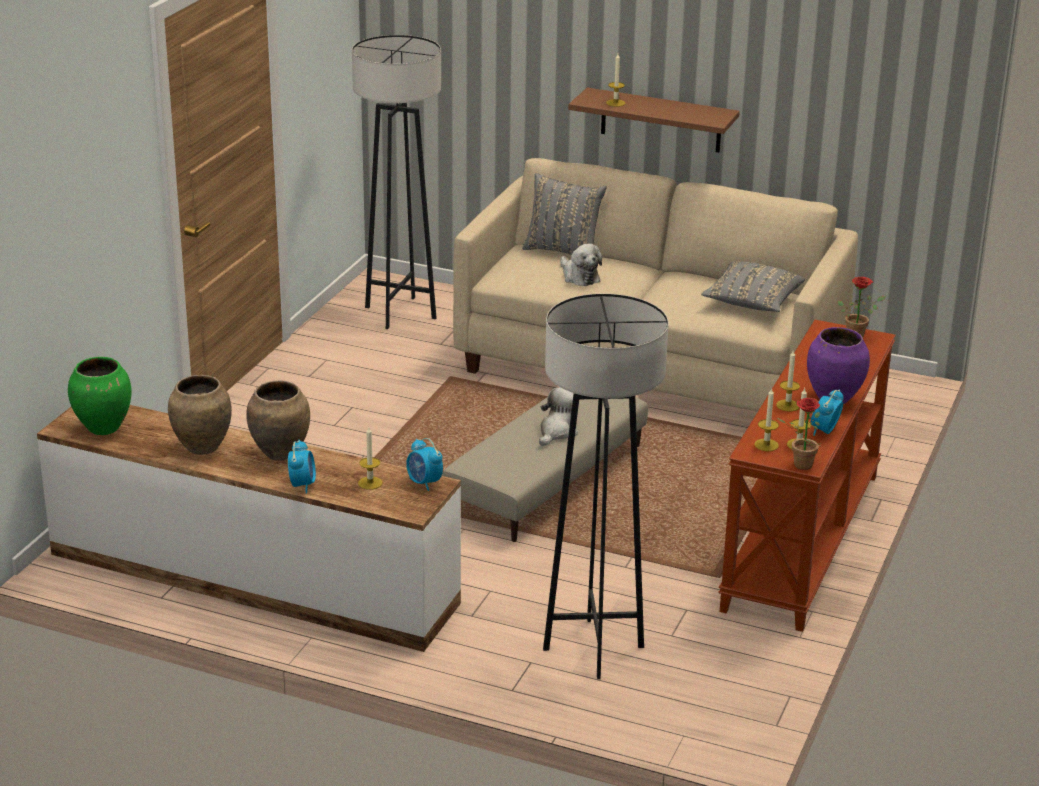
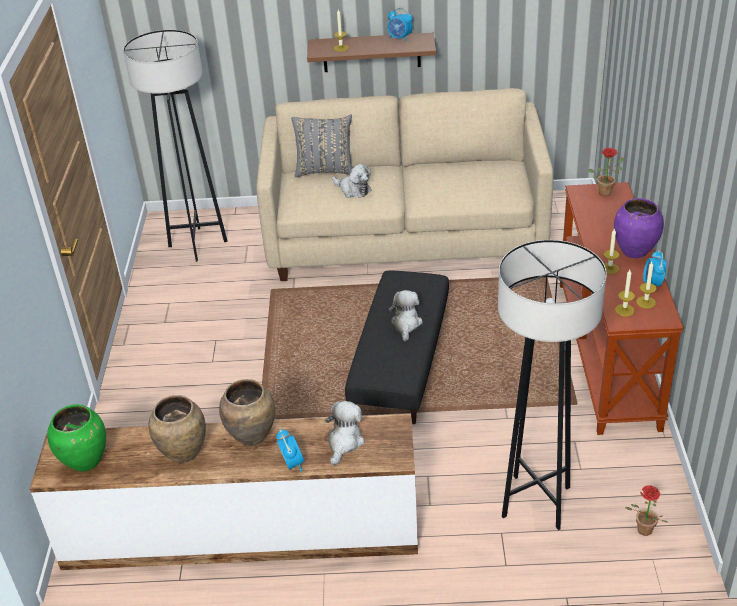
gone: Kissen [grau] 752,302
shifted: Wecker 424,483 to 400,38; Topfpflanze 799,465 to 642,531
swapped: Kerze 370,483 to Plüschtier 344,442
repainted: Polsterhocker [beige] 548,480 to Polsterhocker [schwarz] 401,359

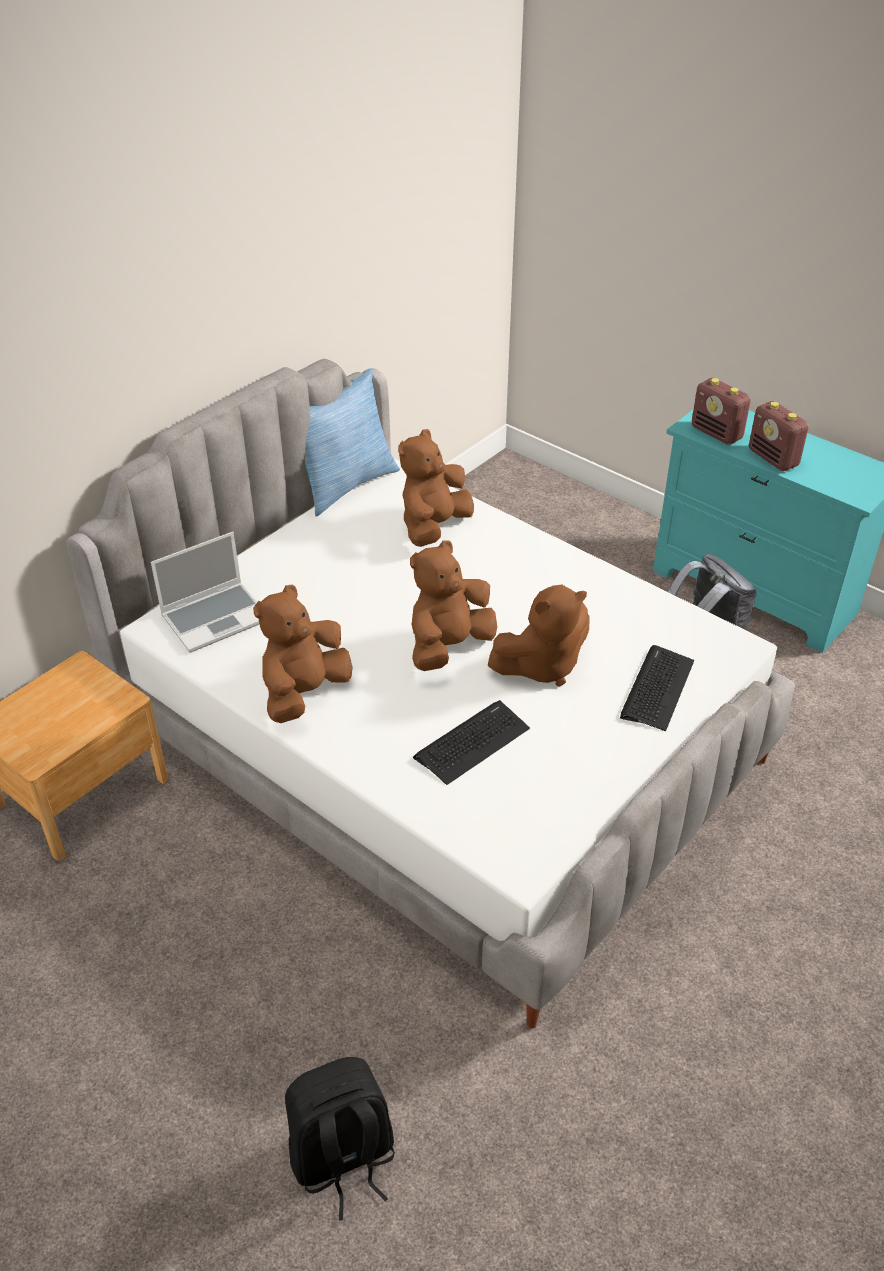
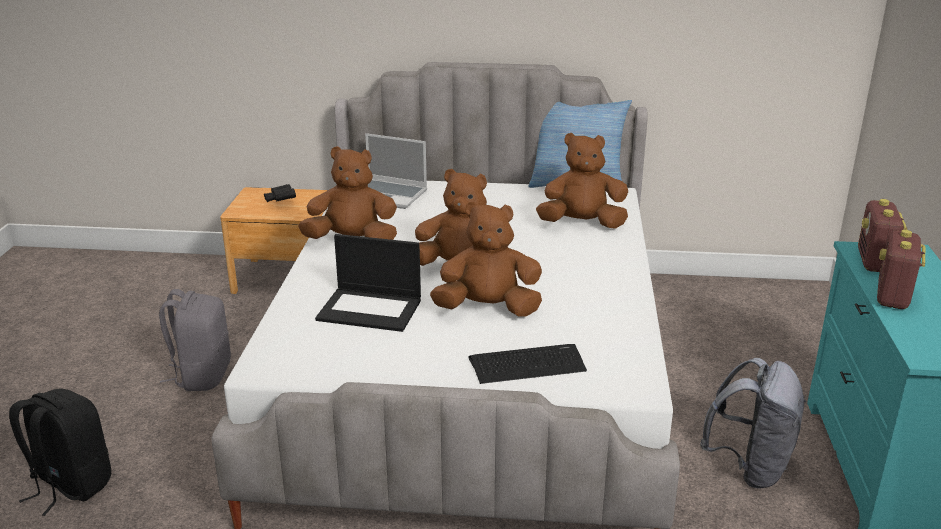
new: Rucksack [grau] 202,375; Fernglas [schwarz] 280,201
swapped: Tastatur 472,742 to Laptop 371,309
rotated: Plüschtier [braun] 542,665 = 488,309 150 degrees clockwise

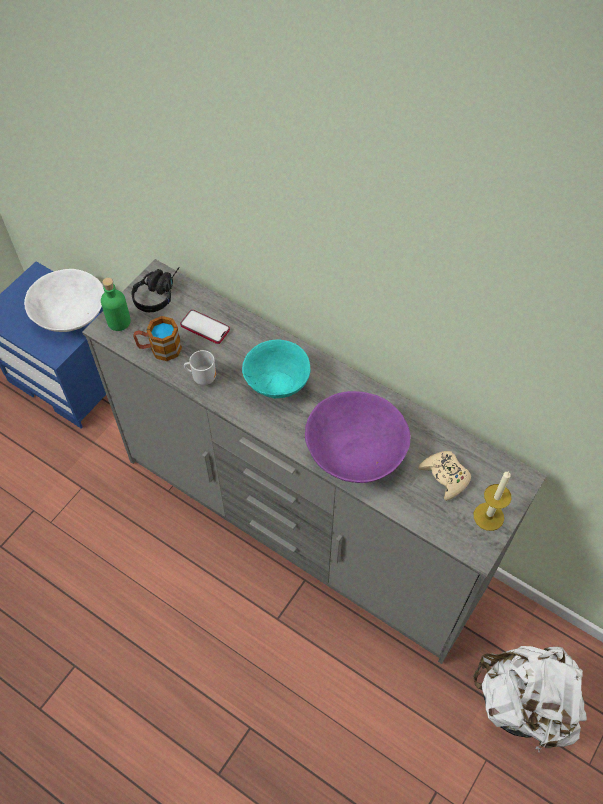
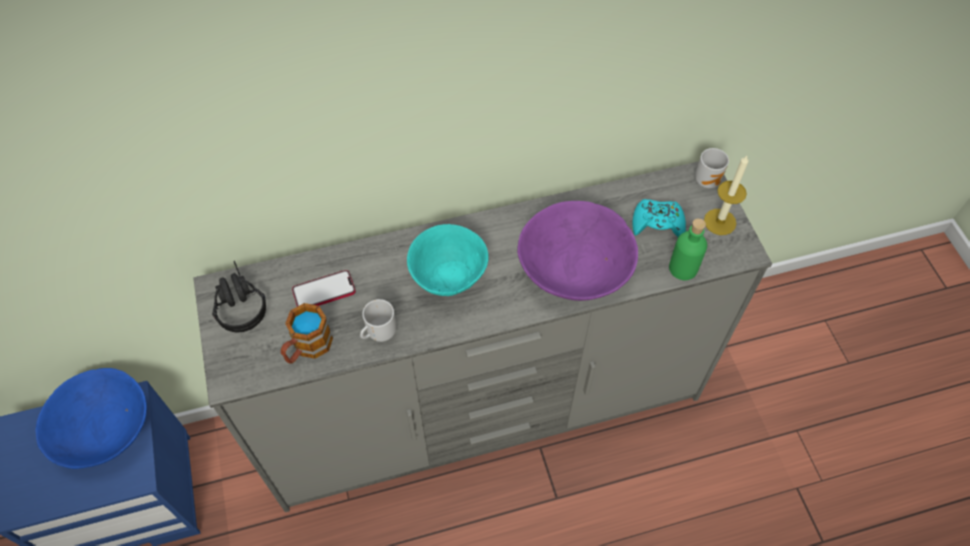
gone: Rucksack [weiß] 523,703
new: Henkelbecher 708,180
shifted: Flasche [grün] 119,321 to 683,268
repainted: Schüssel [weiß] 70,314 to Schüssel [blau] 104,429; Gamepad [beige] 445,476 to Gamepad [türkis] 657,223

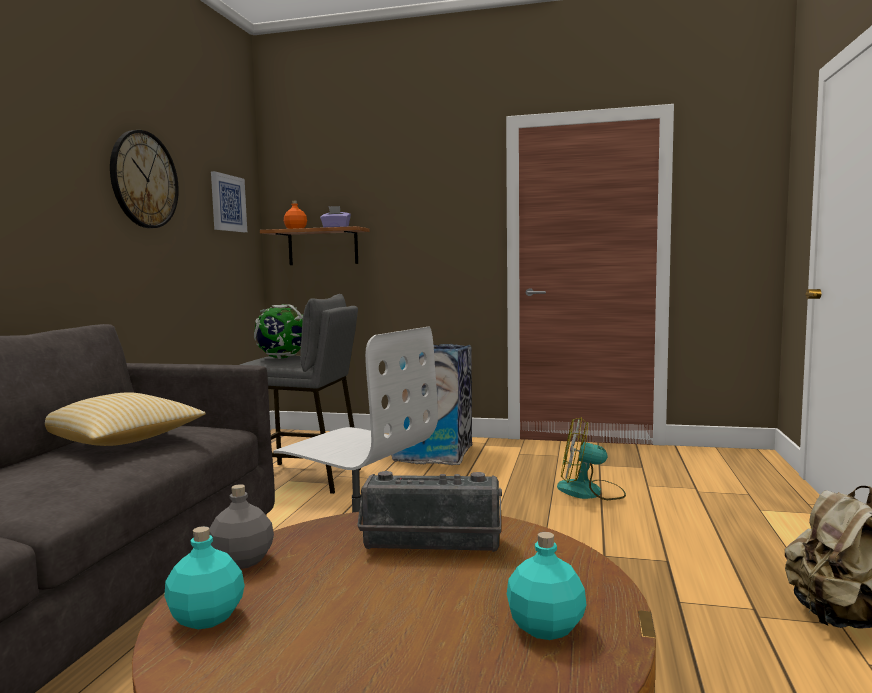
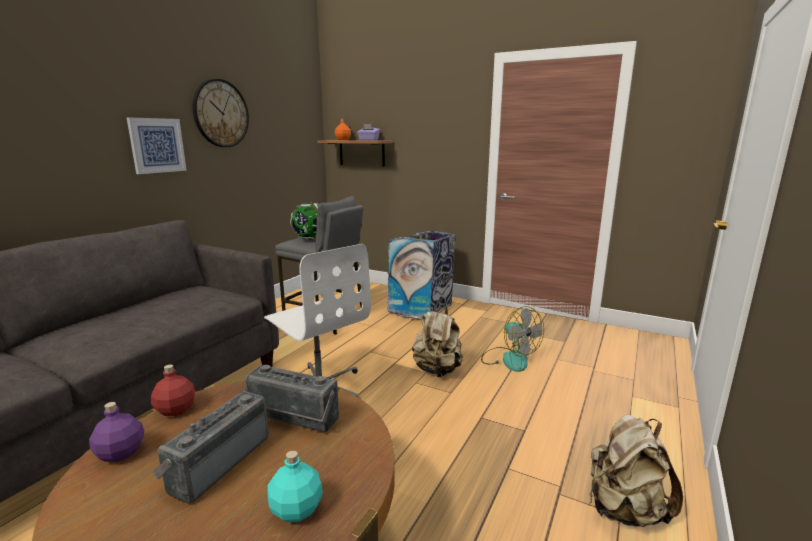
gone: Kissen 123,441
new: Radio 217,462; Rucksack [beige] 437,370
shifted: Bild 228,203 to 157,145
repainted: Flasche [türkis] 205,618 to Flasche [lila] 120,453; Flasche [grau] 243,561 to Flasche [rot] 176,409
rotated: Ventilator 590,492 = 509,359 150 degrees counterclockwise

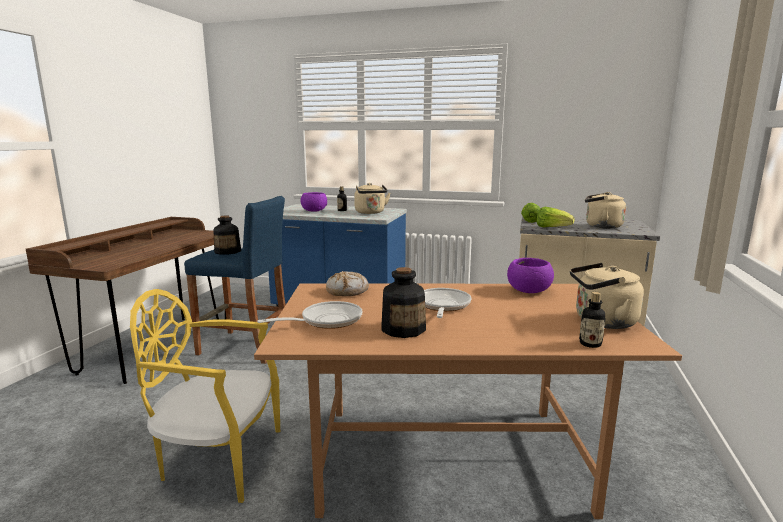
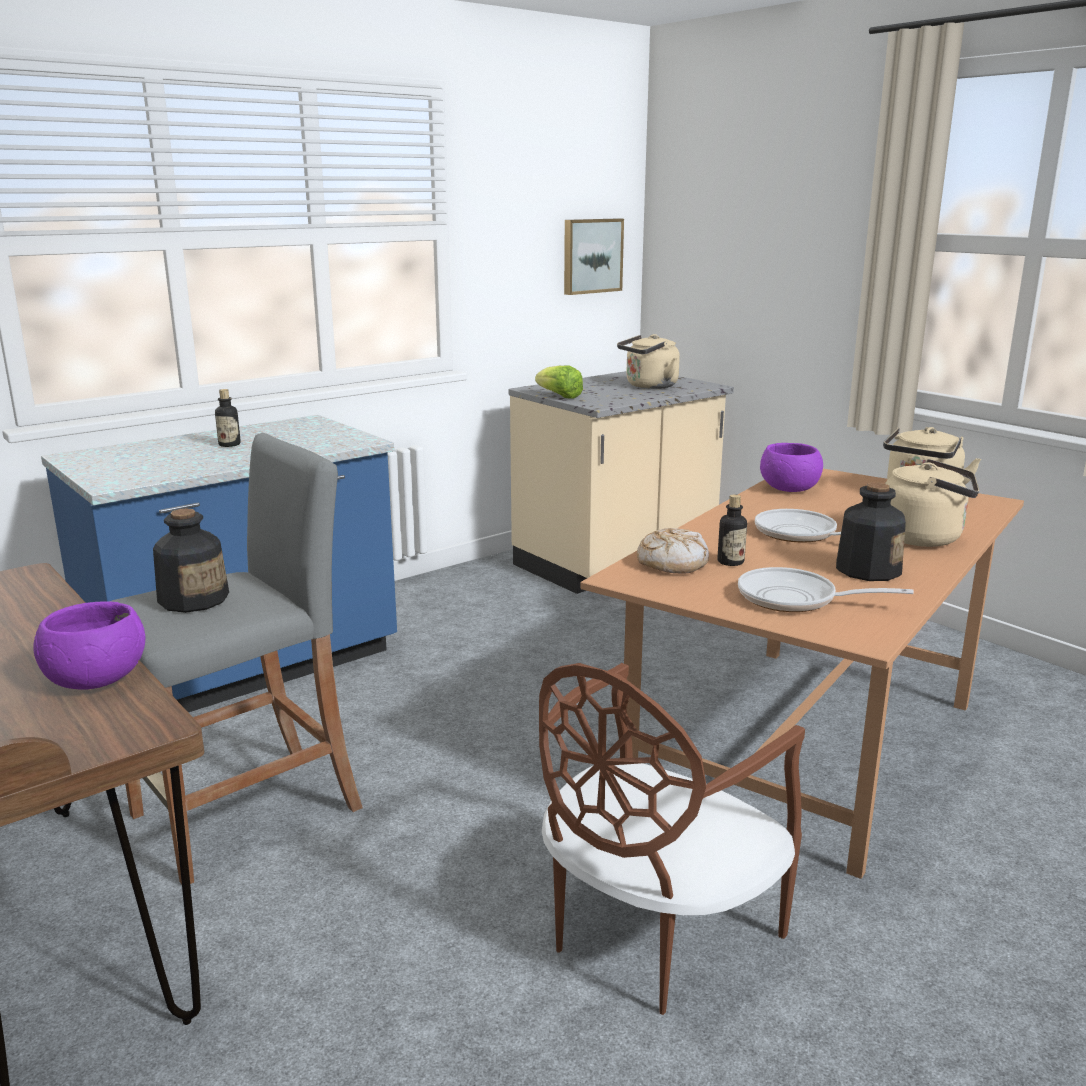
gone: Salatkopf 552,228
new: Bild 591,256
shifted: Schüssel [lila] 314,211 to 96,679; Flasche 590,344 to 730,562; Wasserkessel [beige] 370,212 to 925,538
repainted: Hocker [blau] 245,347 to Hocker [grau] 247,813; Stuhl [gelb] 219,459 to Stuhl [braun] 653,935
rotated: Pfanne 326,321 = 795,599 75 degrees counterclockwise

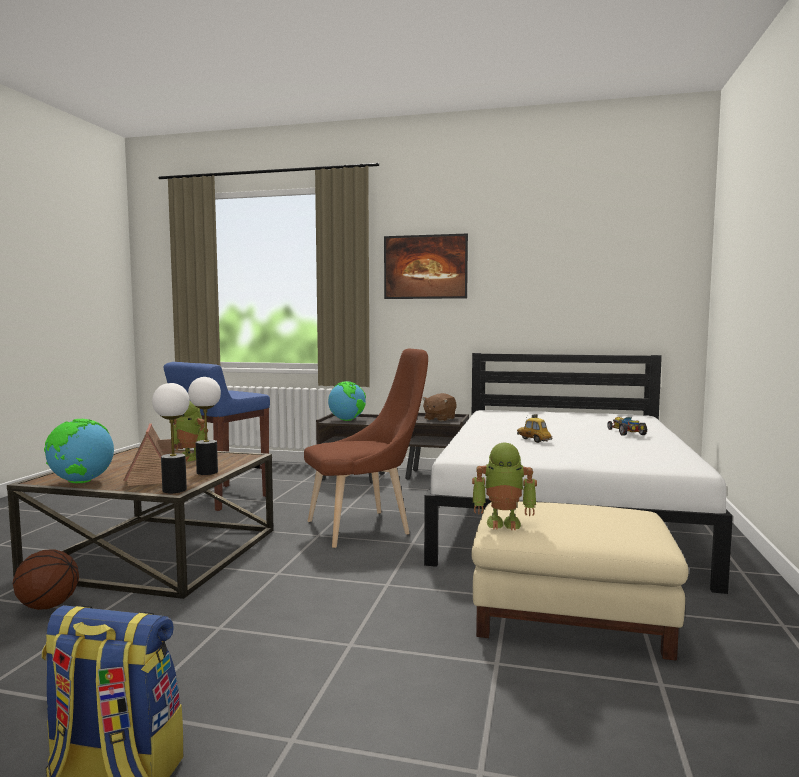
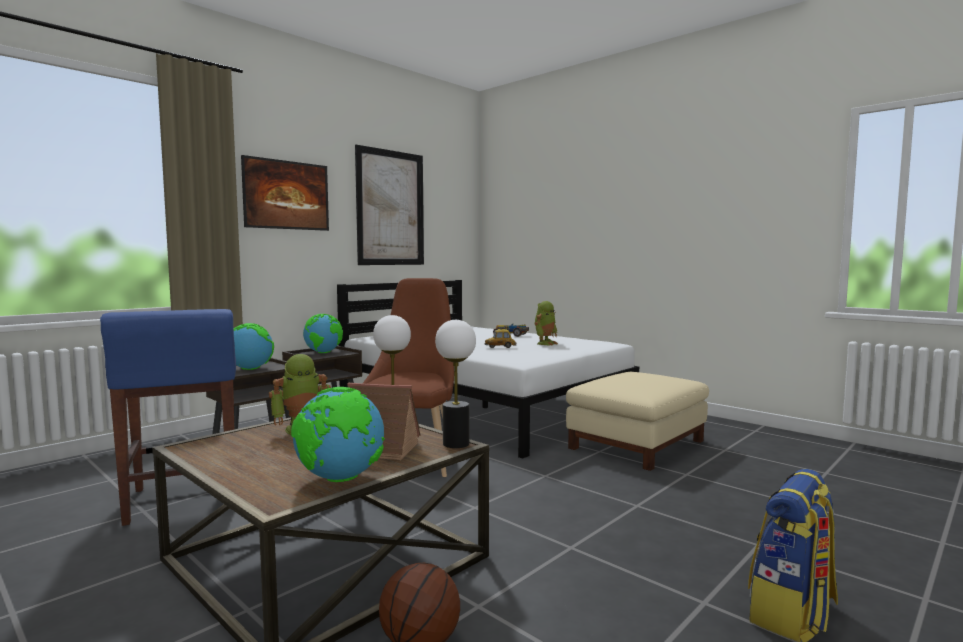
new: Bild 391,208
shifted: Spielzeugroboter 504,522 to 545,343
swapped: Plüschtier [braun] 439,419 to Globus 324,353

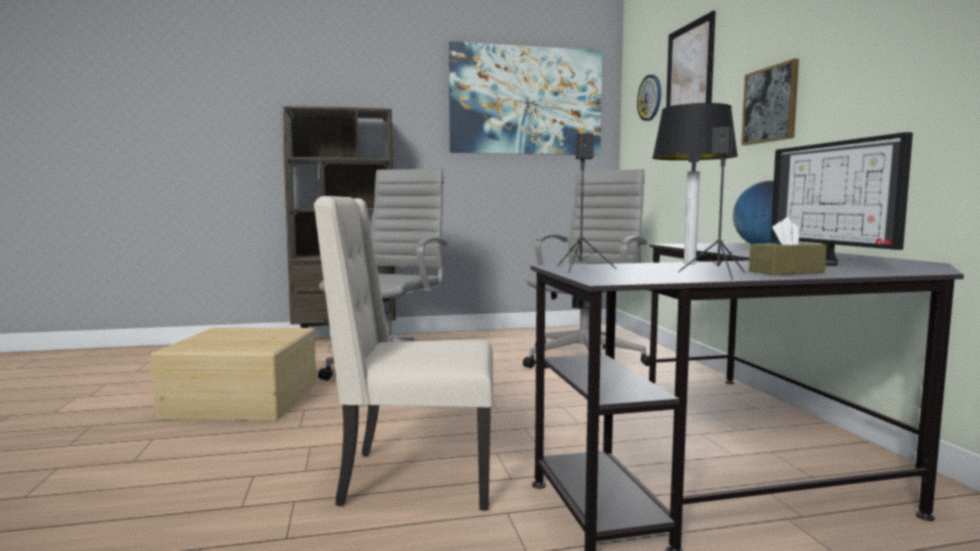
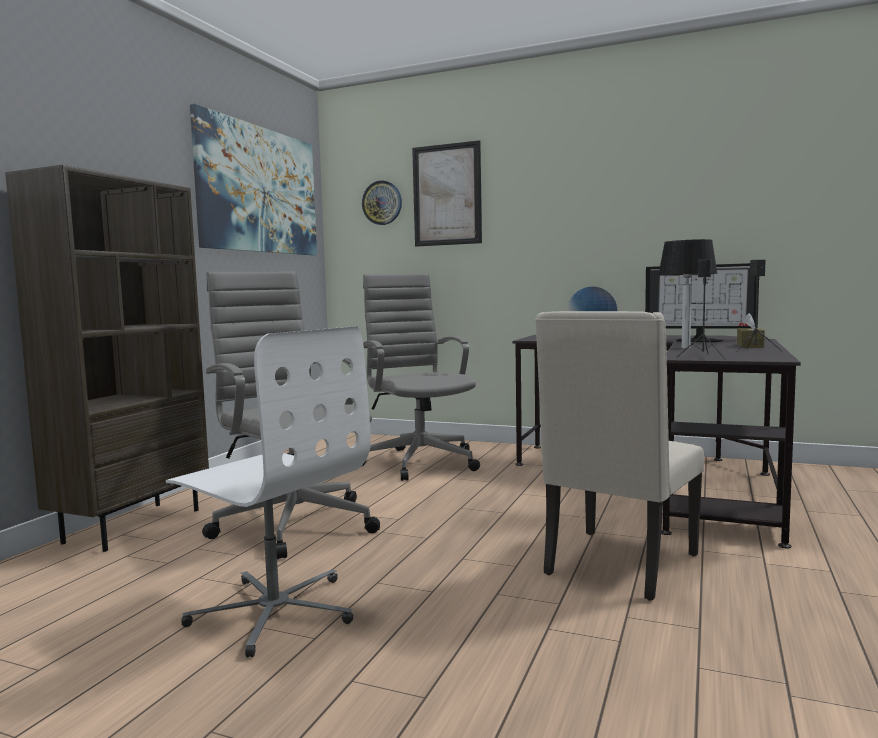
gone: Bild 770,104
swapped: Aufbewahrungsbox [beige] 241,399 to Bürostuhl [weiß] 274,611

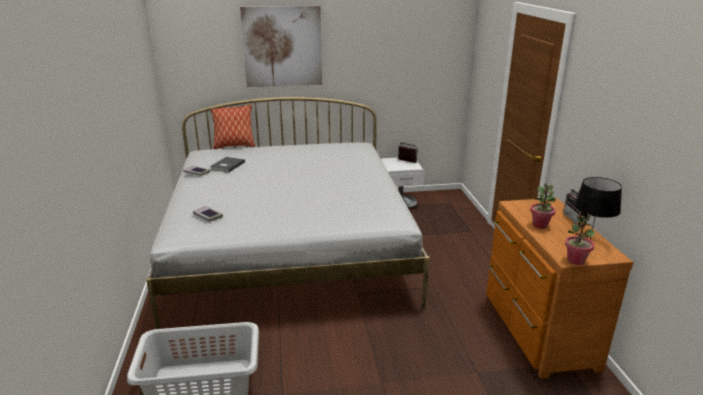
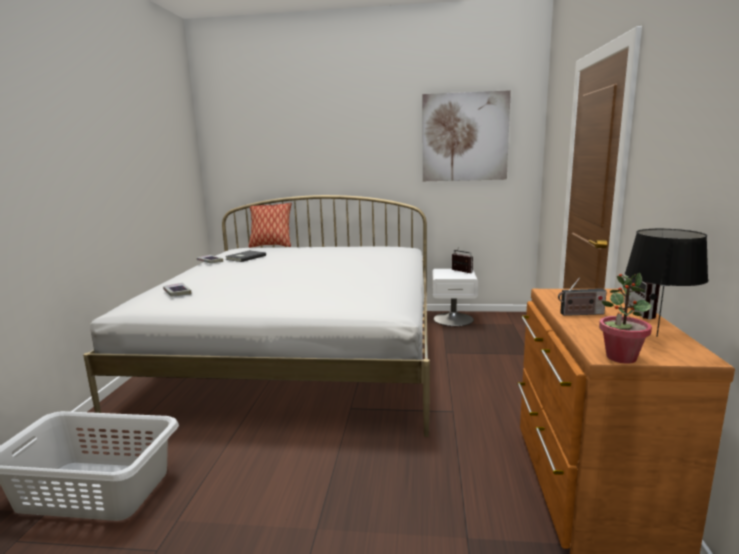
shifted: Bild 282,47 to 464,137
swapped: Topfpflanze 540,225 to Radio 580,314

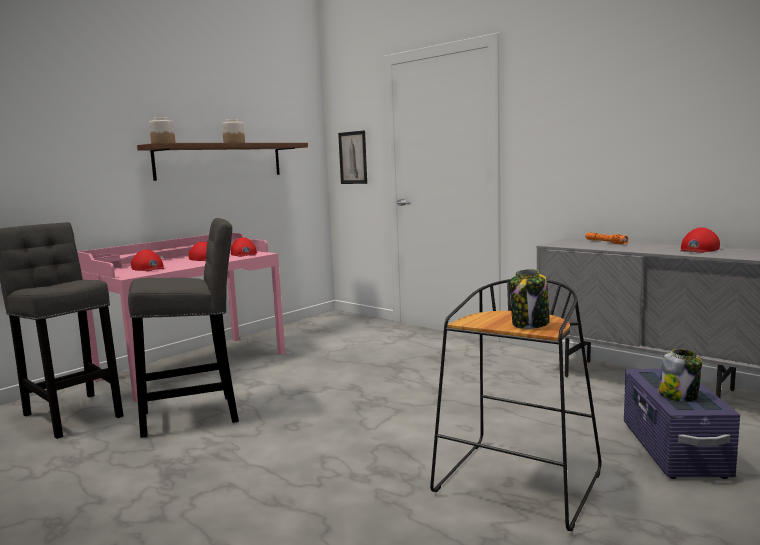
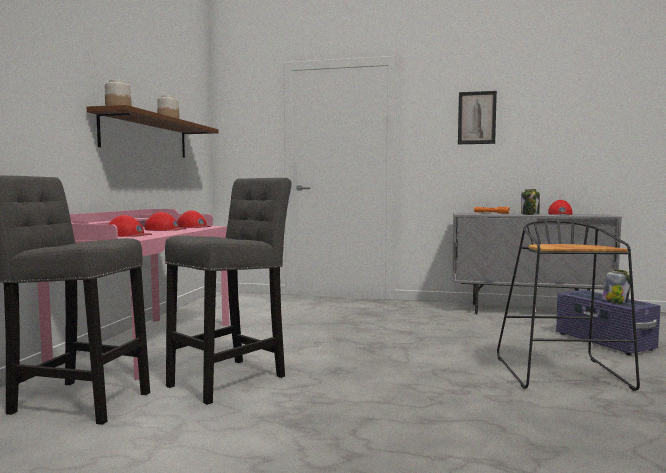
shifted: Bild 353,157 to 476,118; Vorratsglas 530,324 to 530,214

